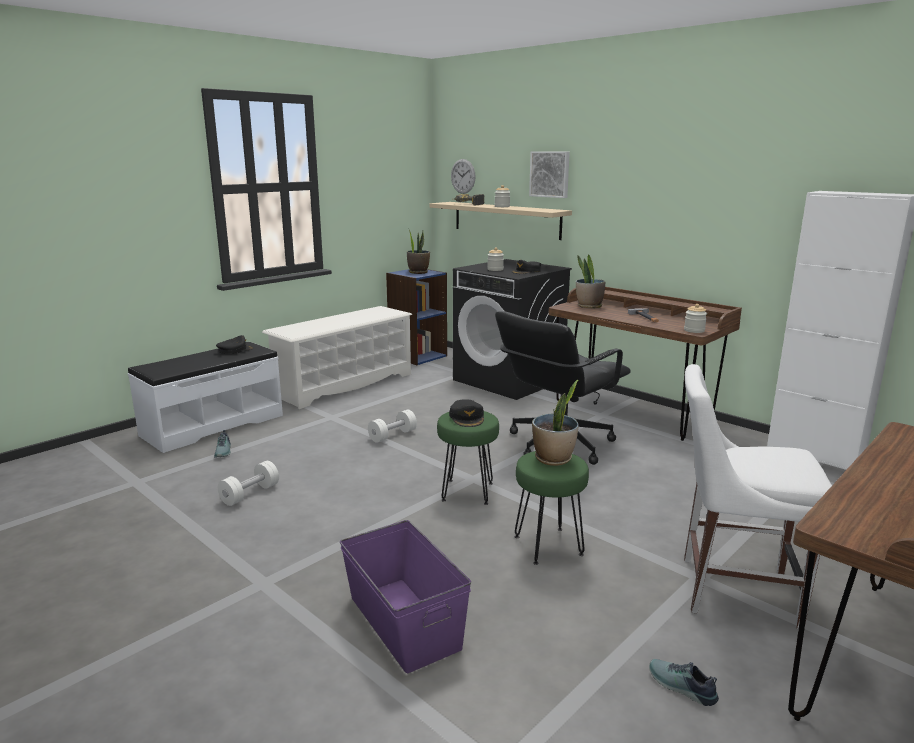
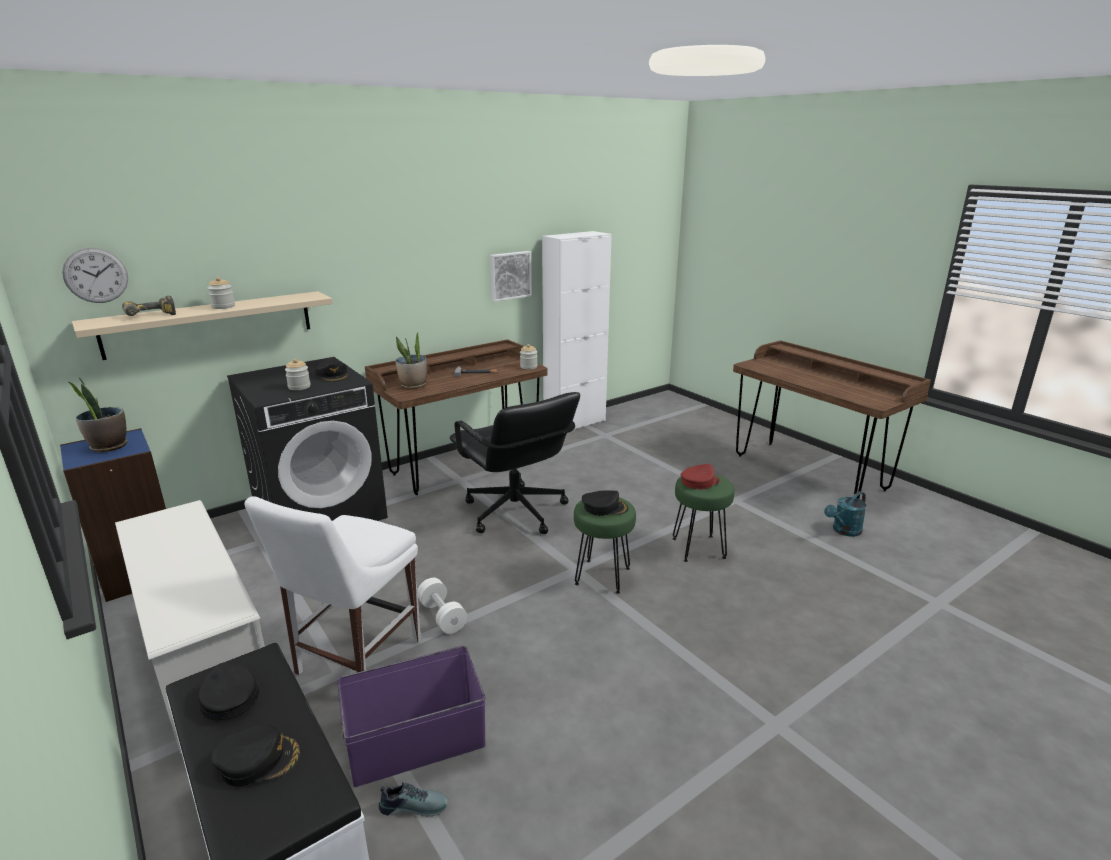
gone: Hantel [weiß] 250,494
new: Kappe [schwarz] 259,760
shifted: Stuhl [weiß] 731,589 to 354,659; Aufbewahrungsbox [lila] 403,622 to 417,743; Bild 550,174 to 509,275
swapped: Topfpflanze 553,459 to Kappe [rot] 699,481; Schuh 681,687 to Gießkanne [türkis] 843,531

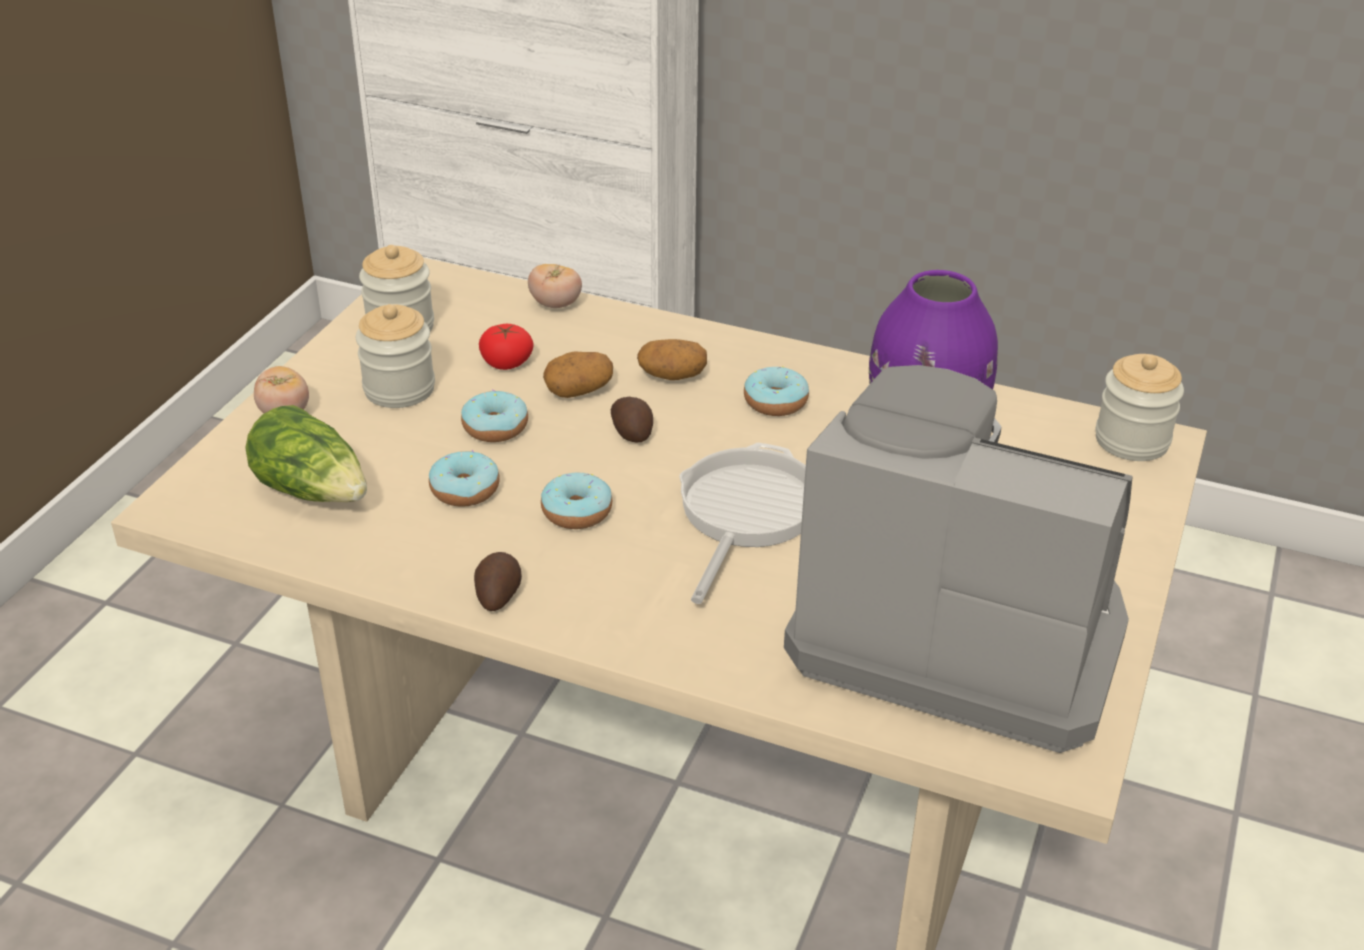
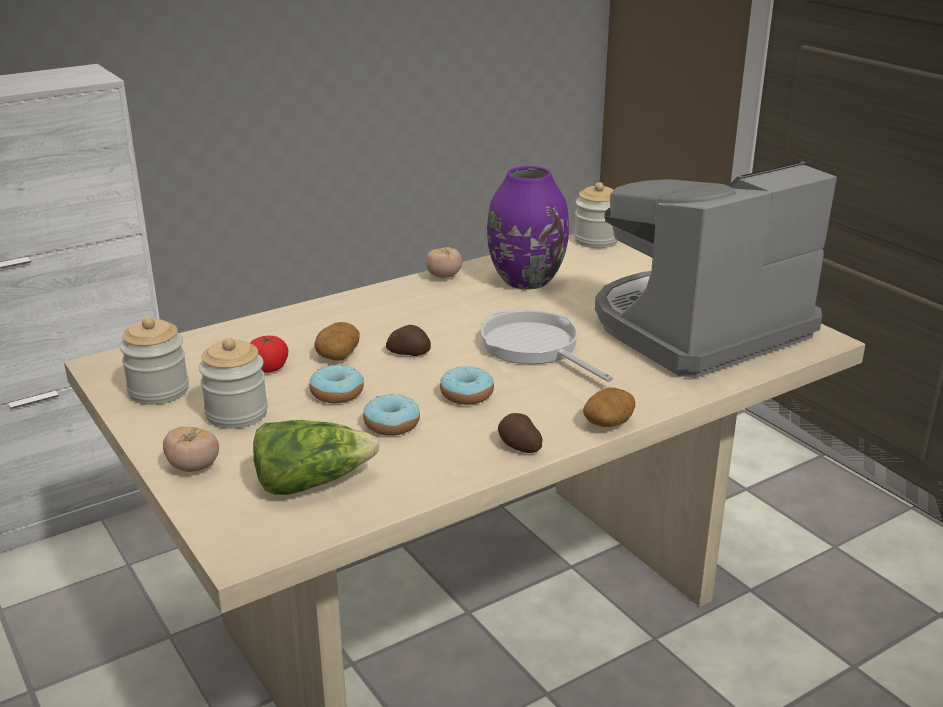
gone: Donut 775,402
shifted: Tomate 555,304 to 444,276; Kartoffel 672,375 to 608,422

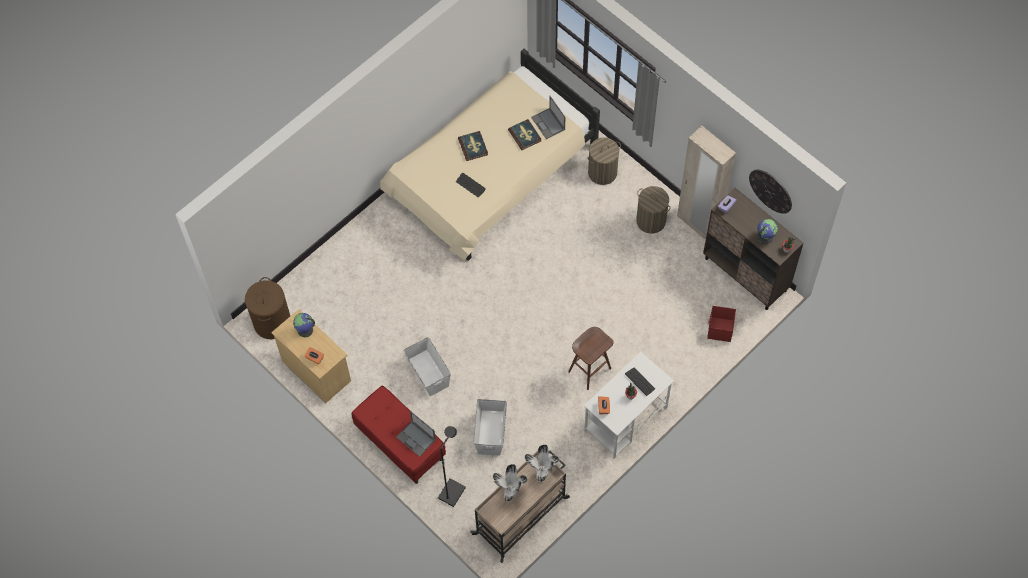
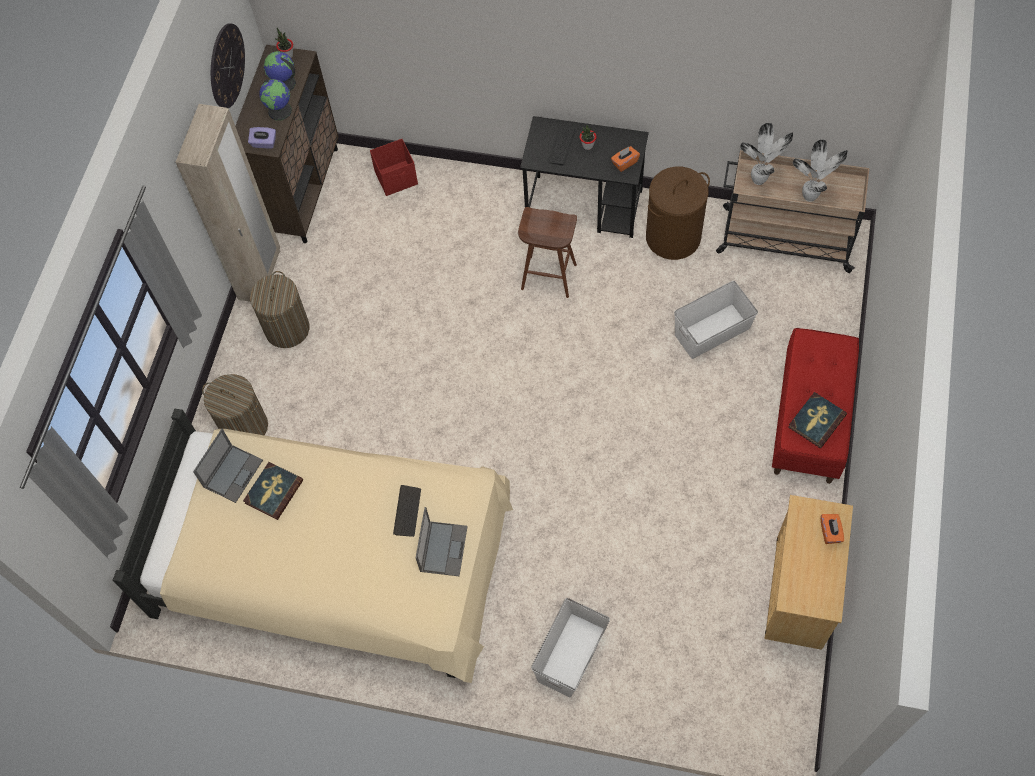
gone: Stehlampe [schwarz] 451,492
shifted: Globus 305,330 to 280,110; Laptop 416,438 to 443,548; Aufbewahrungsbox [weiß] 428,372 to 570,655; Wäschekorb [braun] 272,322 to 673,237; Buch 473,147 to 816,421
repainted: Schreibtisch [weiß] 625,420 to Schreibtisch [schwarz] 585,206

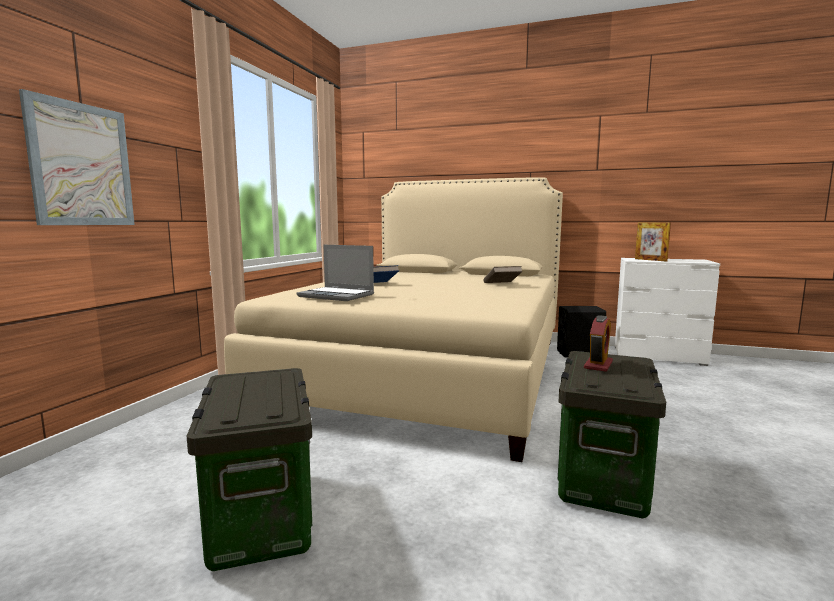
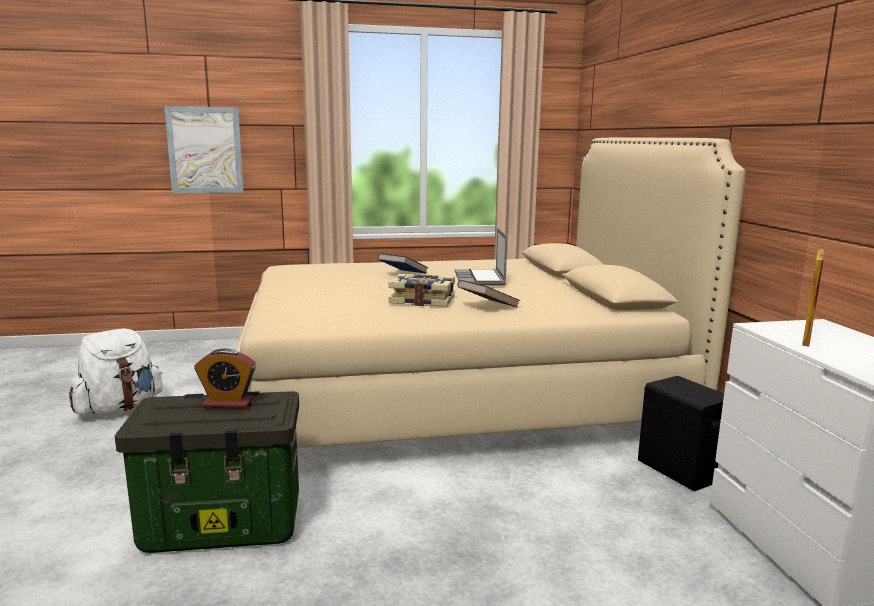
new: Buch 422,300
shifted: Laptop 337,295 to 480,279
swapped: Aufbewahrungsbox 260,515 to Rucksack [weiß] 119,409

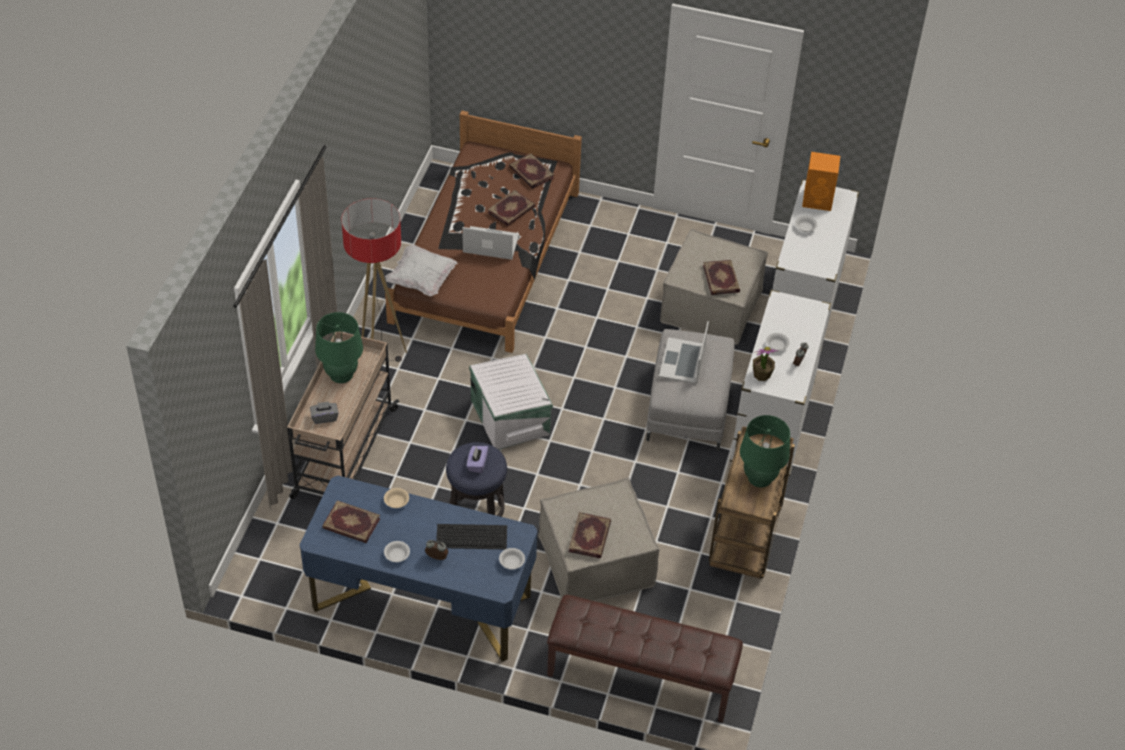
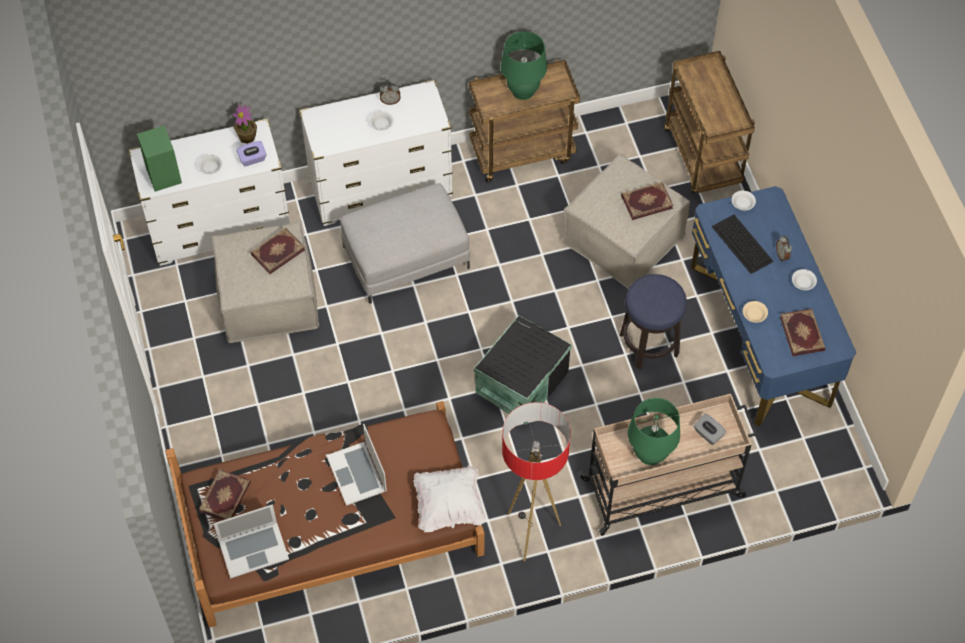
gone: Buch 512,210
shifted: Laptop 683,361 to 253,549; Topfpflanze 761,375 to 247,137; Taschentuchbox [lila] 477,464 to 252,159
swapped: Bank [braun] 640,677 to Rollwagen [braun] 703,158
repainted: Lautsprecher [orange] 818,200 to Lautsprecher [grün] 163,174; Aufbewahrungsbox [weiß] 511,416 to Aufbewahrungsbox [schwarz] 520,382

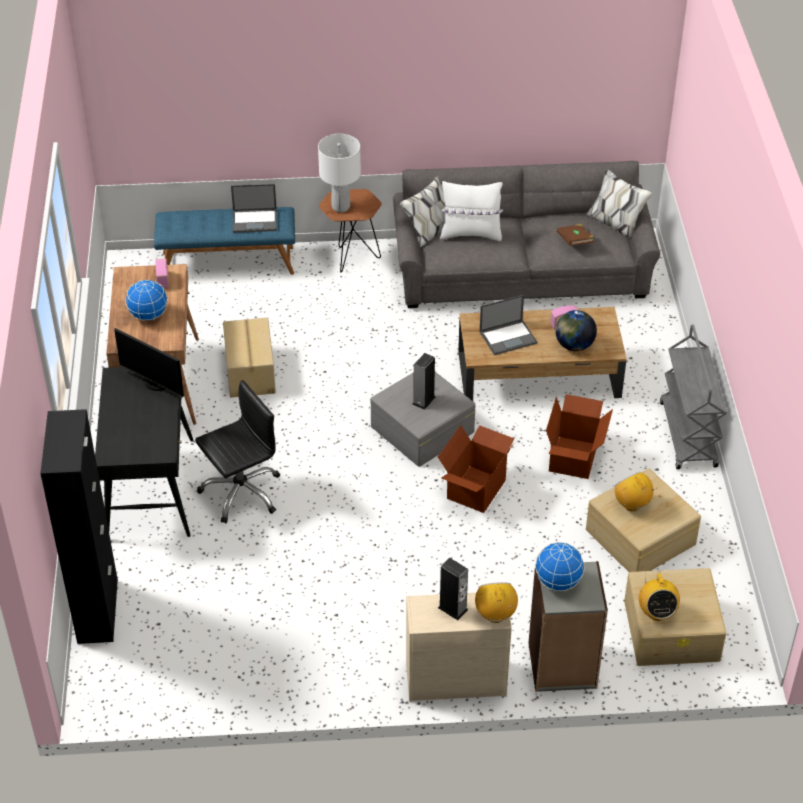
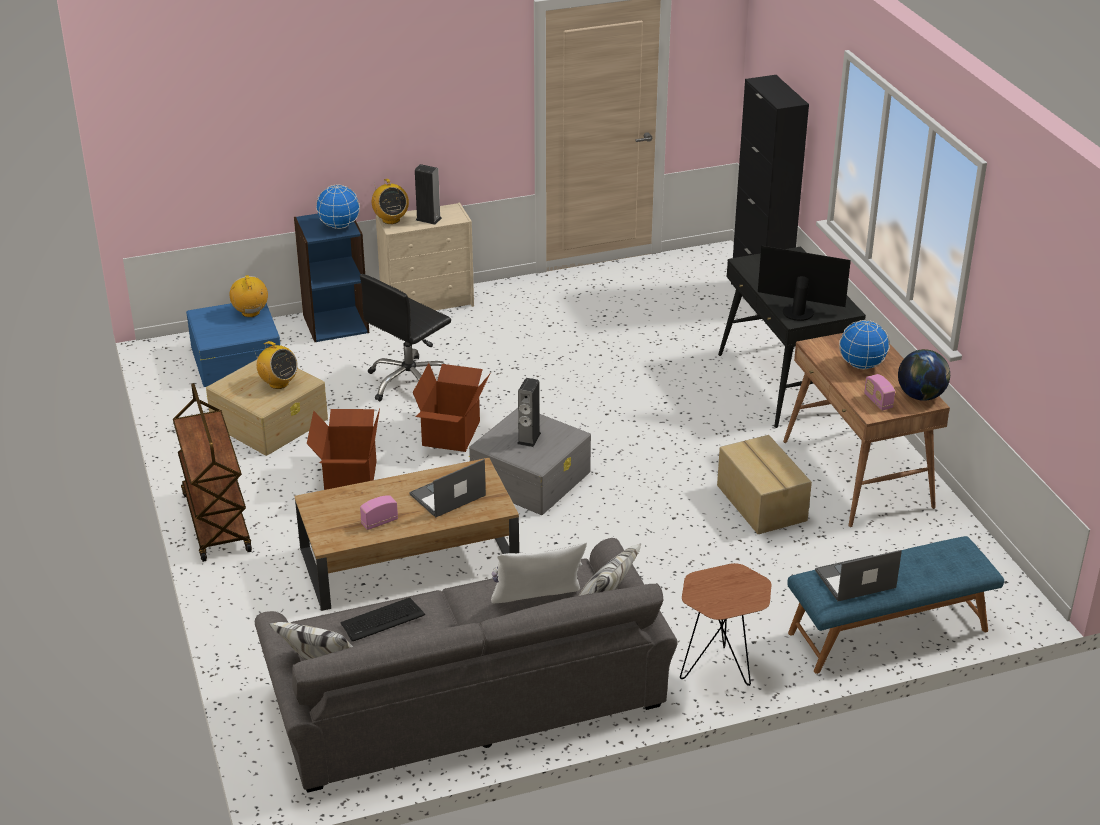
gone: Tischlampe [weiß] 341,207
shifted: Bürostuhl [schwarz] 241,492 to 409,382; Globus 574,345 to 921,396
swapped: Buch [braun] 575,241 to Tastatur 382,620
repainted: Rollwagen [grau] 688,435 to Rollwagen [braun] 215,521; Aufbewahrungsbox [beige] 672,630 to Aufbewahrungsbox [blau] 235,359; Bücherregal [grau] 562,666 to Bücherregal [blau] 335,323

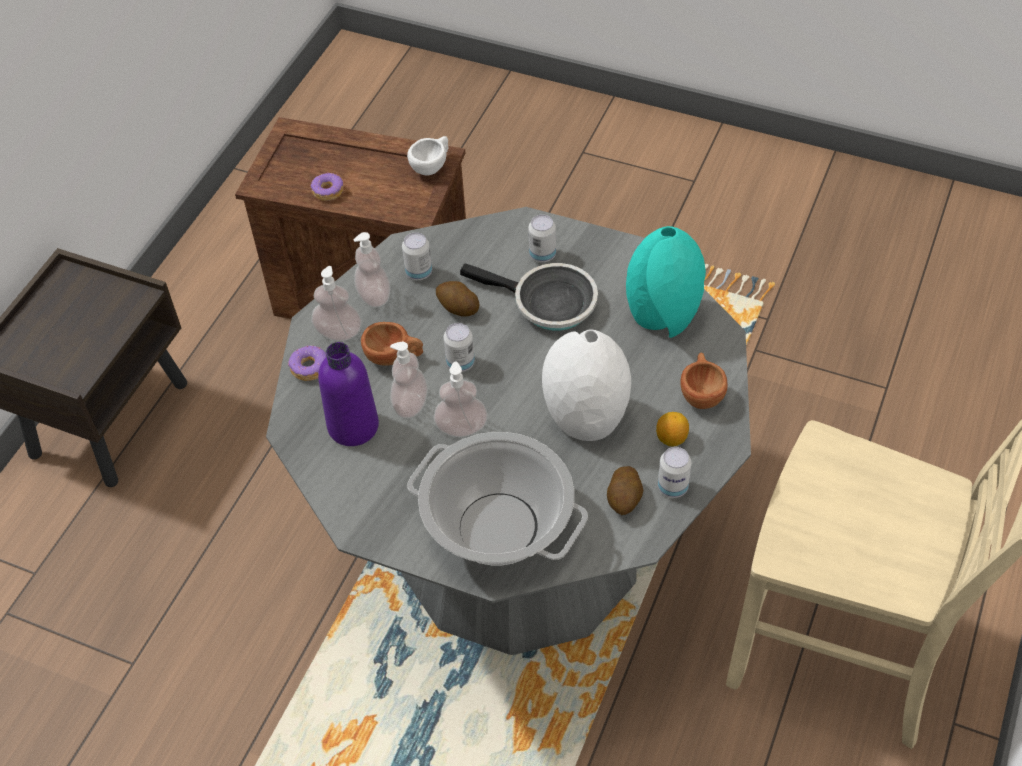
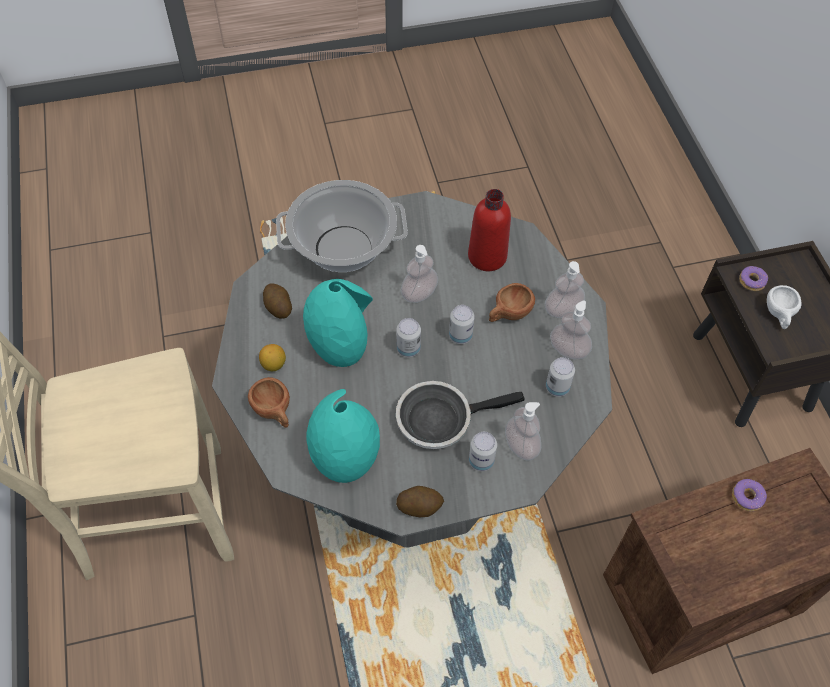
shifted: Kartoffel 457,308 to 419,506; Dose 672,487 to 408,349; Seifenspender 410,404 to 521,446; Donut 309,368 to 752,281; Tasse [weiß] 432,166 to 779,315
repainted: Vase [weiß] 587,419 to Vase [türkis] 341,345; Flasche [lila] 353,426 to Flasche [rot] 487,256

